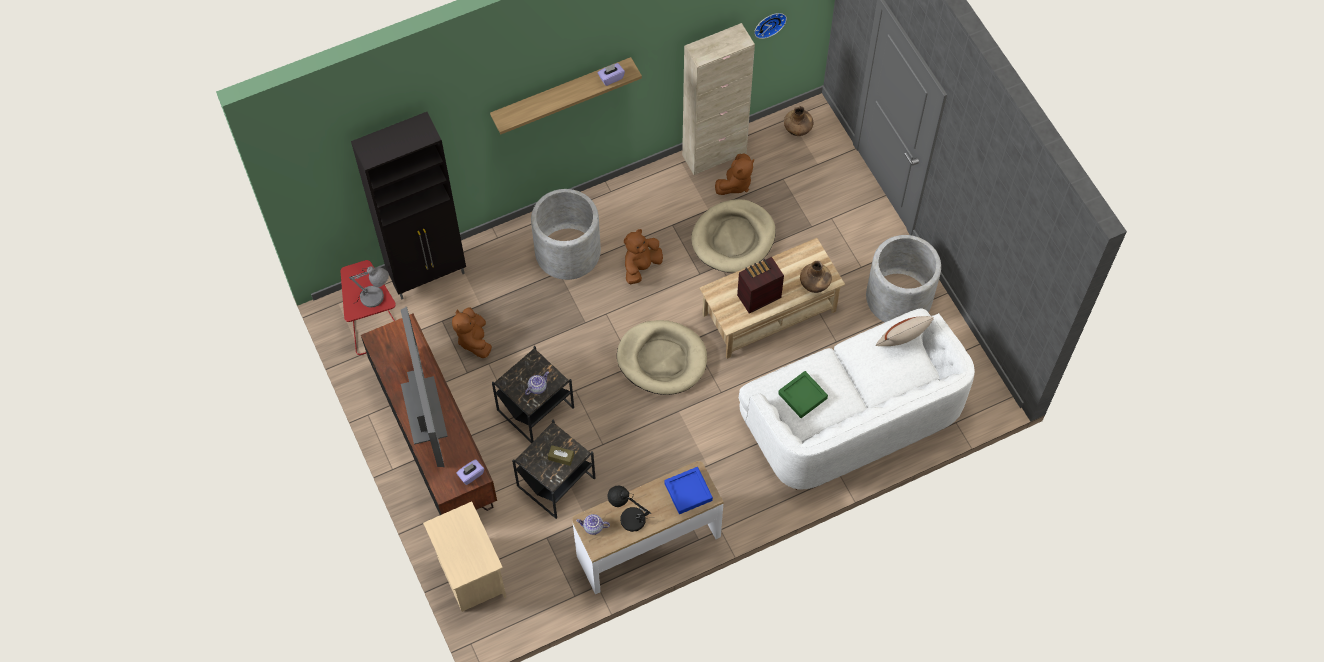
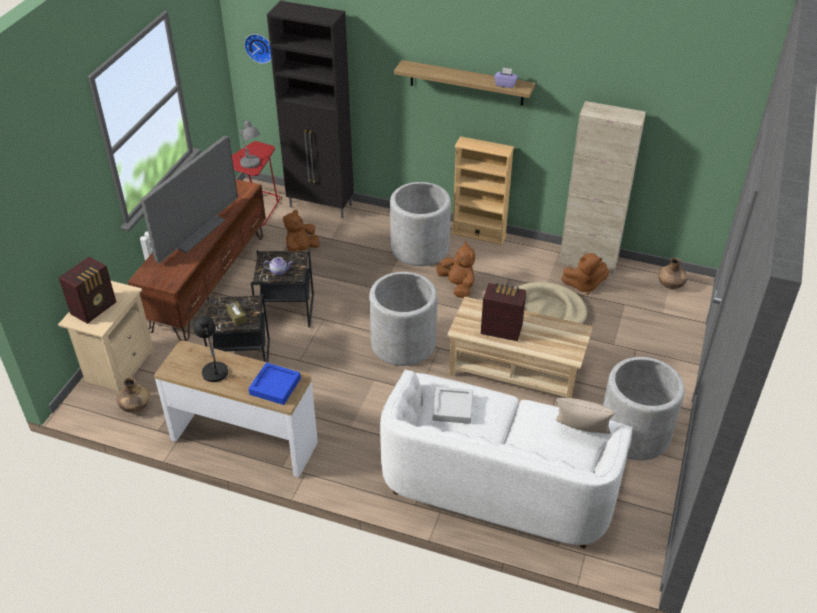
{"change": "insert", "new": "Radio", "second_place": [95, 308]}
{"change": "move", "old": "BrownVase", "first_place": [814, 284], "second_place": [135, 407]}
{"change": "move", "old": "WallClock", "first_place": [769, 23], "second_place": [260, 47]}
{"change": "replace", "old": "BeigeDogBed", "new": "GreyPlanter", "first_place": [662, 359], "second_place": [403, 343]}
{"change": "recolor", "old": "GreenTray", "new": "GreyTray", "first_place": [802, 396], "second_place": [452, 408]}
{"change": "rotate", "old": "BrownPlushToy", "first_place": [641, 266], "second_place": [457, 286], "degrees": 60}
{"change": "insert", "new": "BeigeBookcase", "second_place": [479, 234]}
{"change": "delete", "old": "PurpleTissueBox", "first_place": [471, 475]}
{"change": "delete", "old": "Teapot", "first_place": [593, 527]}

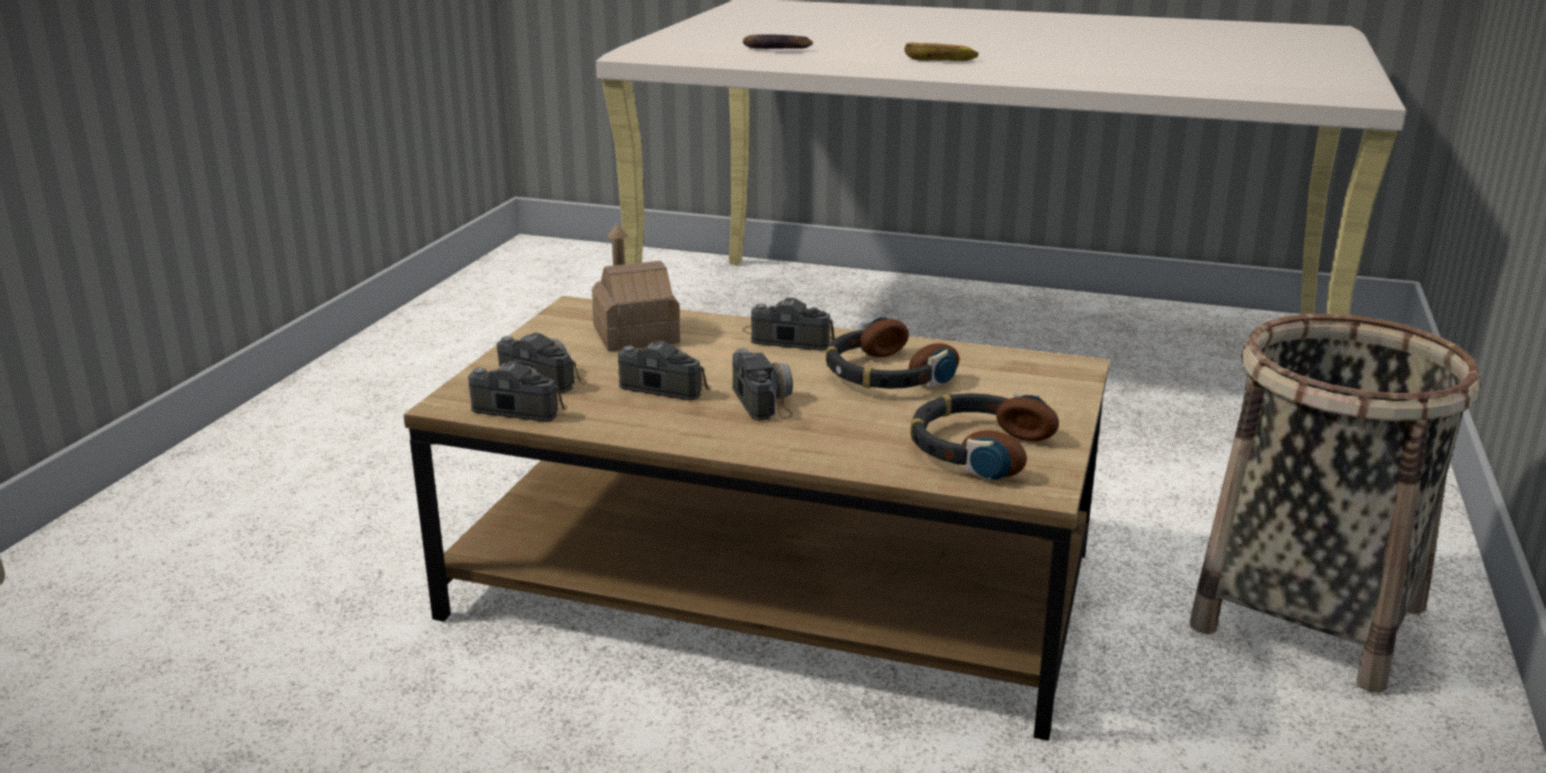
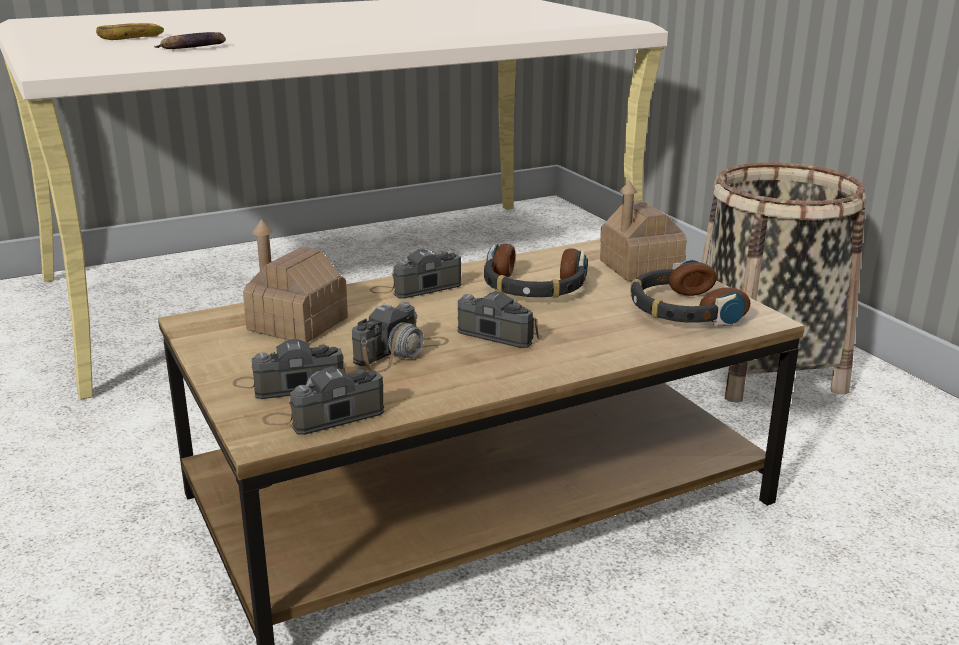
{"change": "move", "old": "Banana", "first_place": [940, 59], "second_place": [131, 37]}
{"change": "rotate", "old": "PhotoCamera", "first_place": [659, 384], "second_place": [401, 351], "degrees": 150}
{"change": "insert", "new": "ToyHouse", "second_place": [640, 267]}

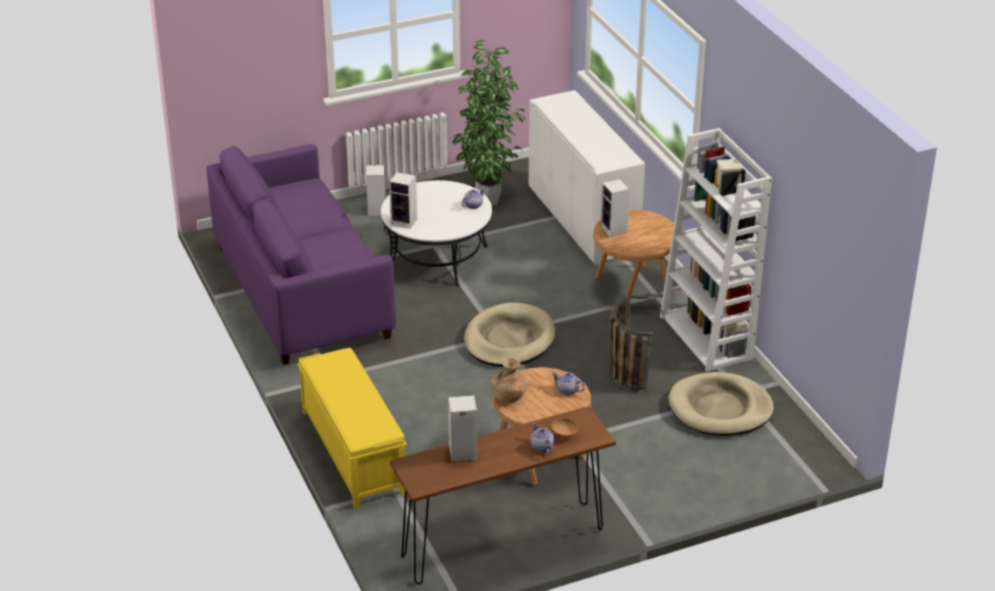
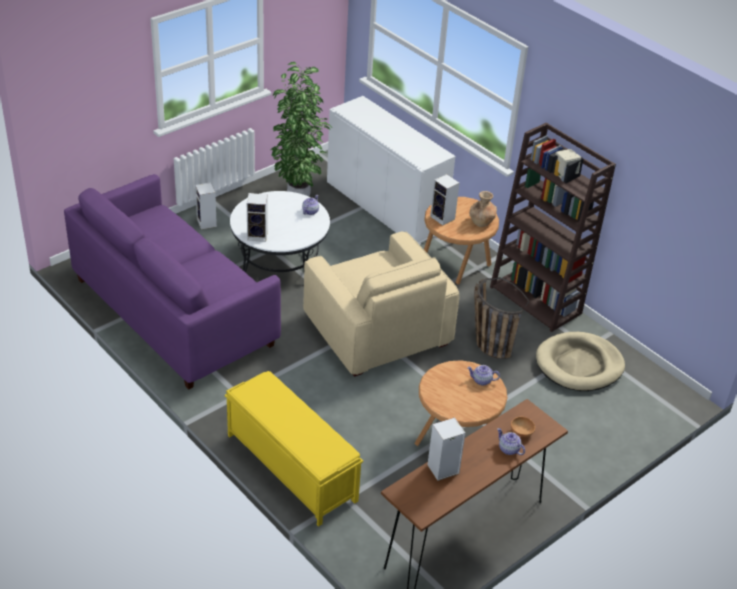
{"change": "replace", "old": "BeigeDogBed", "new": "BeigeArmchair", "first_place": [509, 340], "second_place": [377, 330]}
{"change": "move", "old": "BrownVase", "first_place": [509, 396], "second_place": [481, 221]}
{"change": "recolor", "old": "WhiteBookcase", "new": "BrownBookcase", "first_place": [707, 338], "second_place": [536, 300]}

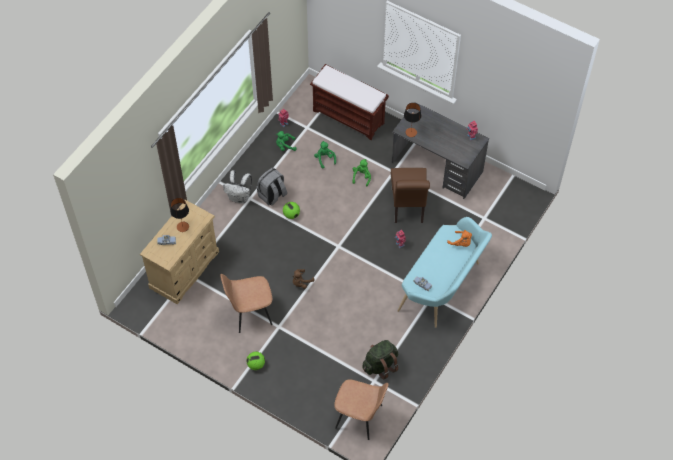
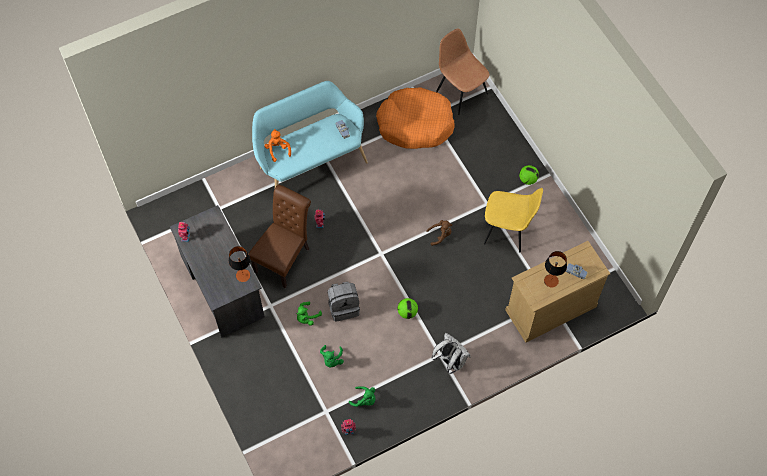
{"change": "move", "old": "GreyBackpack", "first_place": [272, 195], "second_place": [344, 307]}
{"change": "replace", "old": "GreenBackpack", "new": "OrangeDogBed", "first_place": [380, 365], "second_place": [415, 124]}
{"change": "recolor", "old": "BrownChair", "new": "YellowChair", "first_place": [249, 312], "second_place": [507, 231]}
{"change": "delete", "old": "BrownBench", "first_place": [349, 117]}

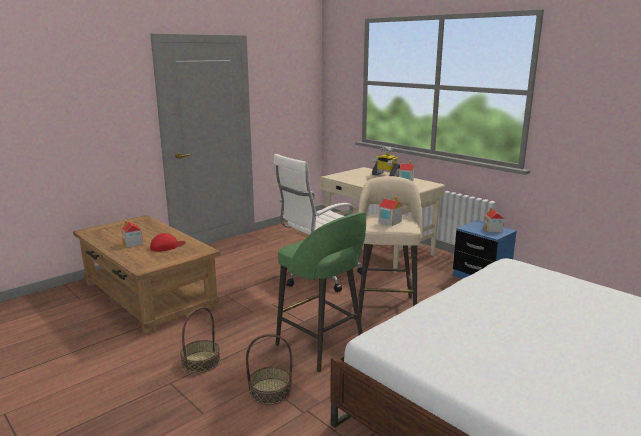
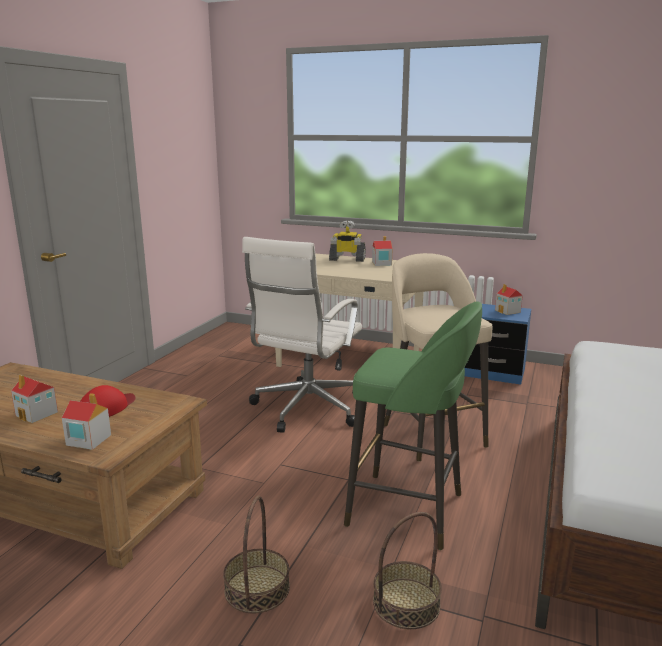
{"change": "move", "old": "ToyHouse", "first_place": [389, 222], "second_place": [88, 440]}

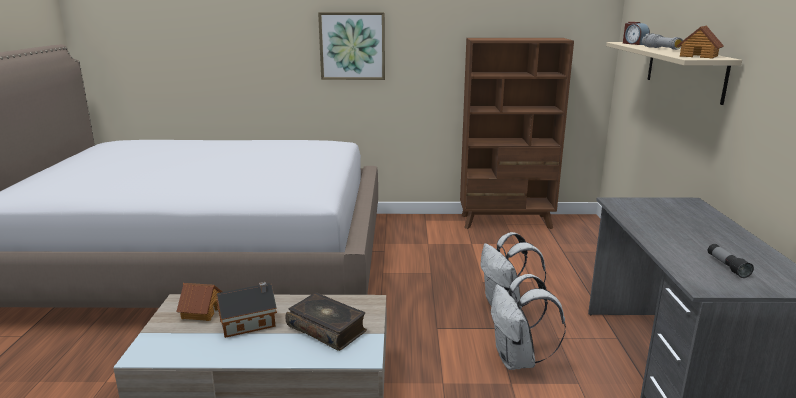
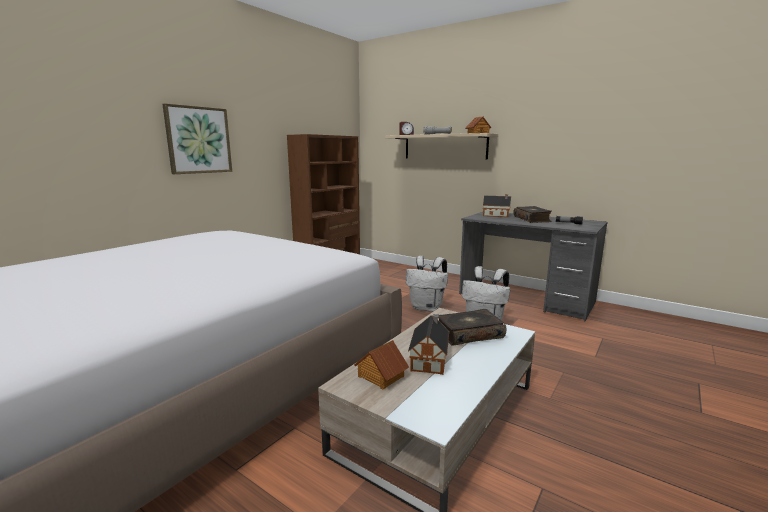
{"change": "insert", "new": "ToyHouse", "second_place": [497, 215]}
{"change": "insert", "new": "Book", "second_place": [532, 219]}

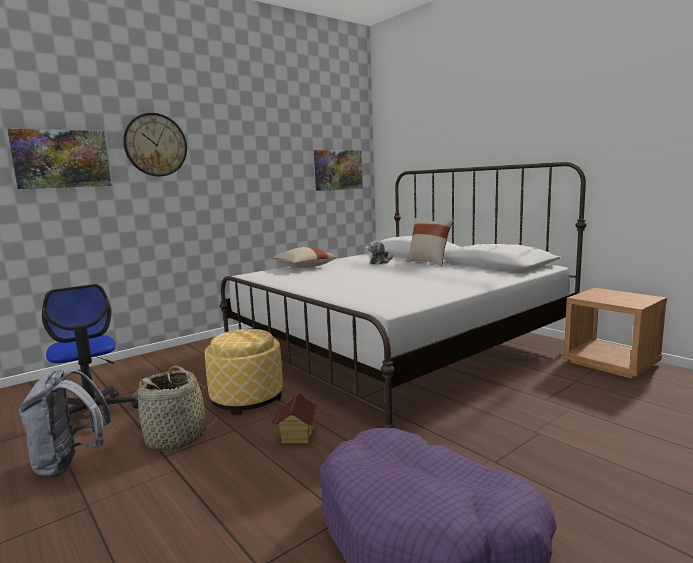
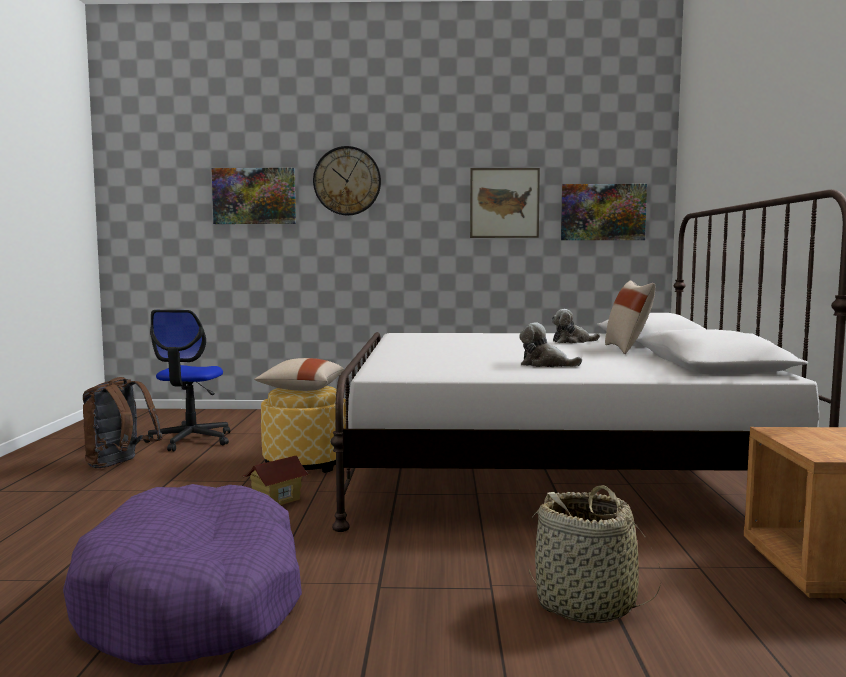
{"change": "recolor", "old": "GreyBackpack", "new": "BrownBackpack", "first_place": [70, 463], "second_place": [119, 465]}
{"change": "move", "old": "BeigePillow", "first_place": [304, 267], "second_place": [301, 389]}
{"change": "insert", "new": "Picture", "second_place": [504, 203]}
{"change": "insert", "new": "PlushToy", "second_place": [545, 365]}
{"change": "move", "old": "Basket", "first_place": [176, 438], "second_place": [586, 604]}

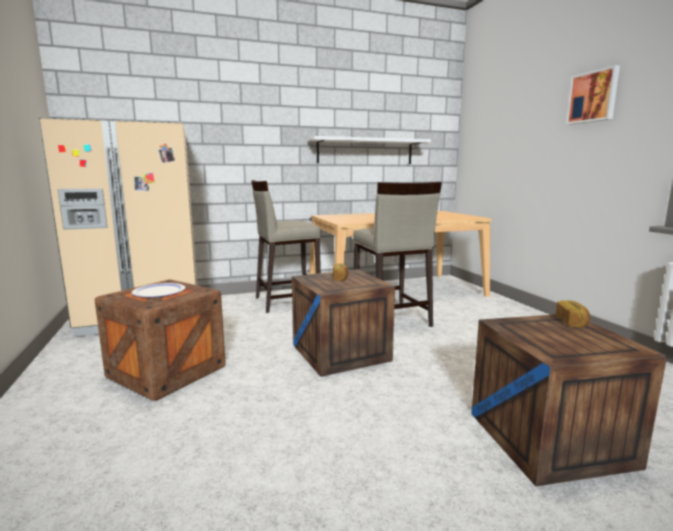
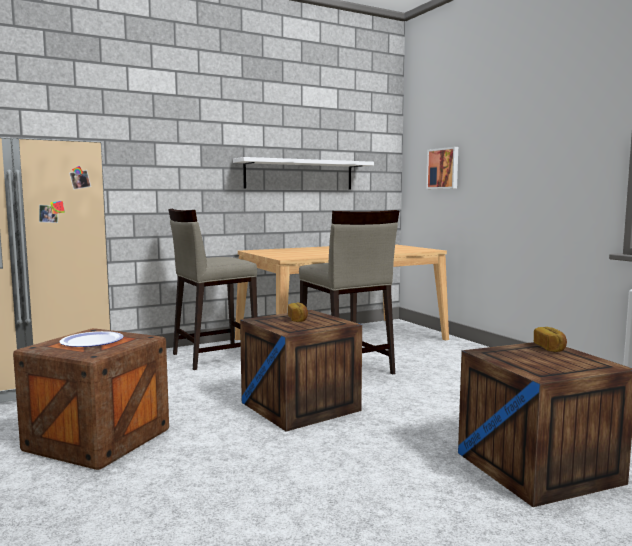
{"change": "move", "old": "Picture", "first_place": [593, 97], "second_place": [443, 168]}

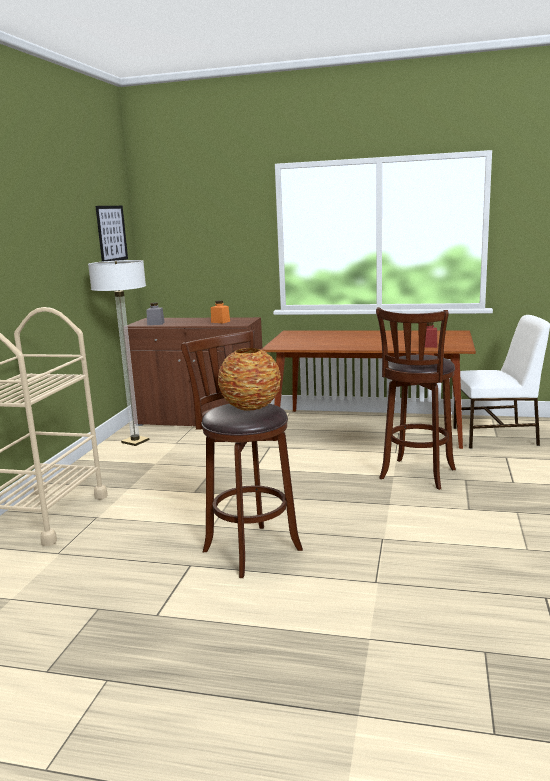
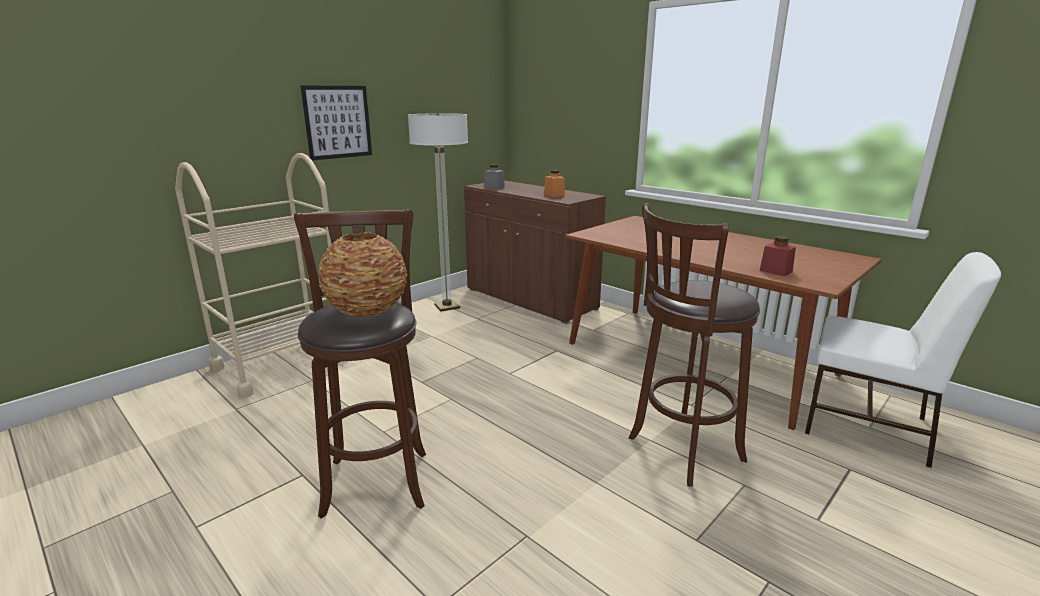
{"change": "move", "old": "Picture", "first_place": [111, 233], "second_place": [338, 122]}

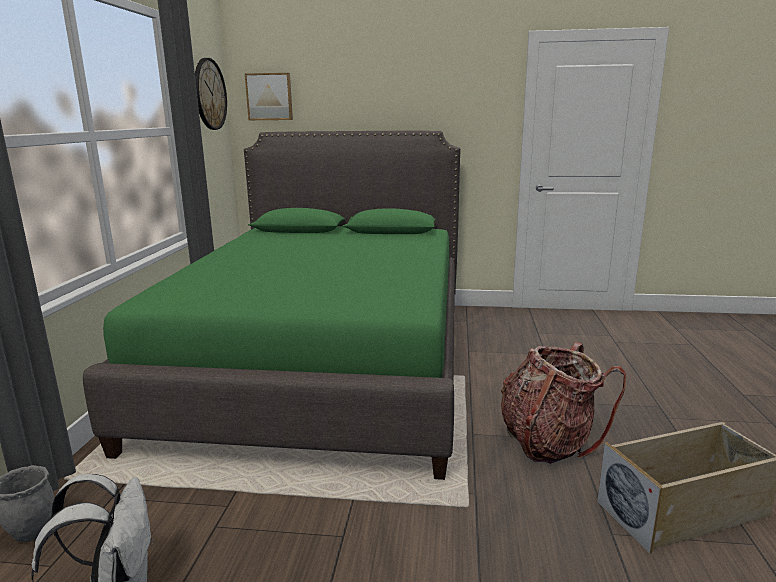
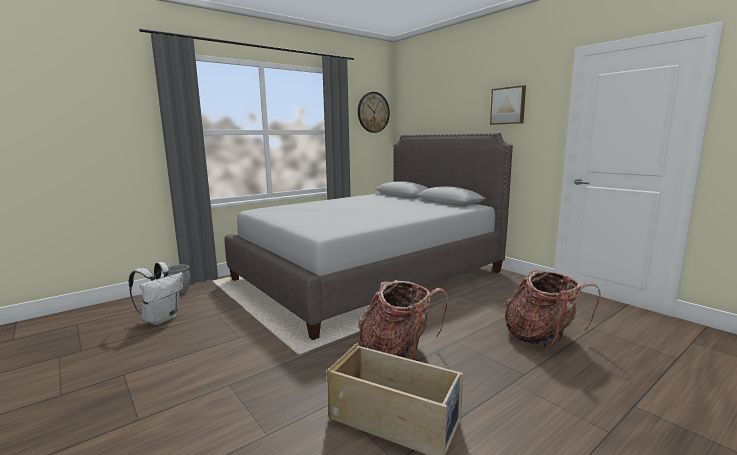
{"change": "recolor", "old": "GreenBed", "new": "GreyBed", "first_place": [325, 363], "second_place": [369, 275]}
{"change": "move", "old": "Picture", "first_place": [269, 97], "second_place": [508, 106]}
{"change": "insert", "new": "Backpack", "second_place": [542, 338]}

